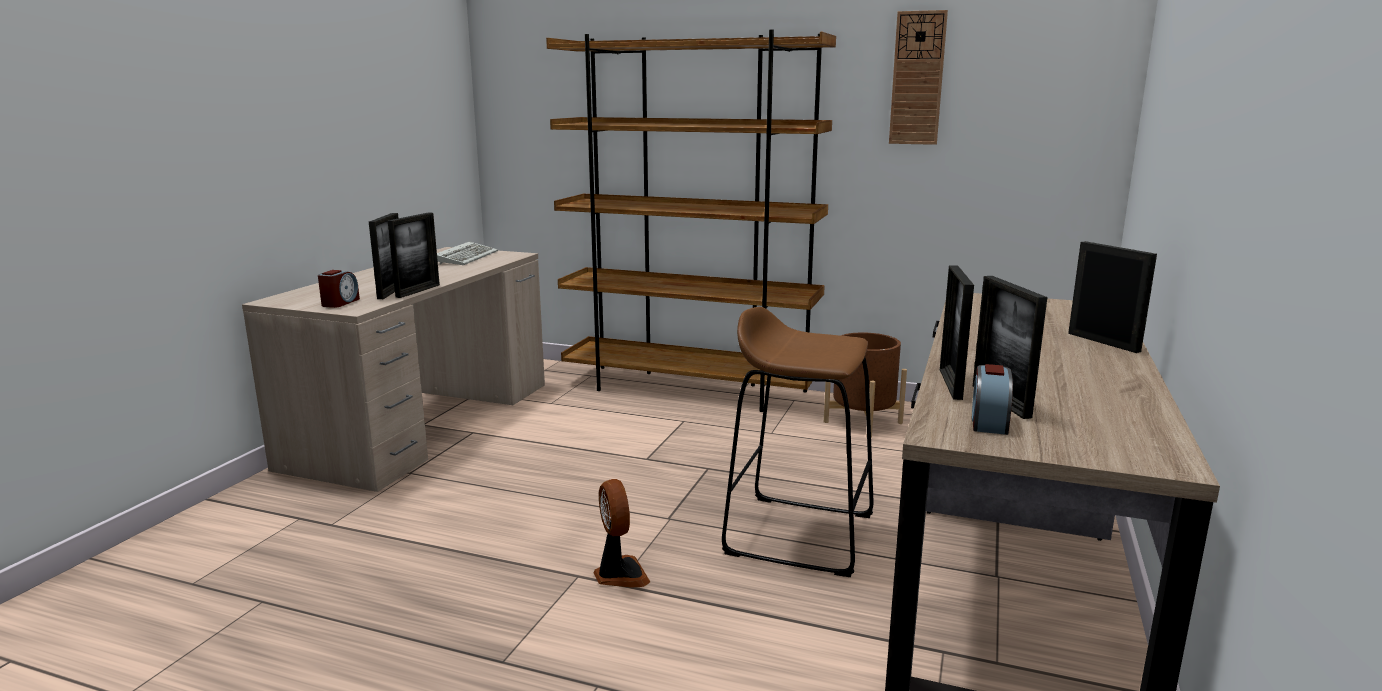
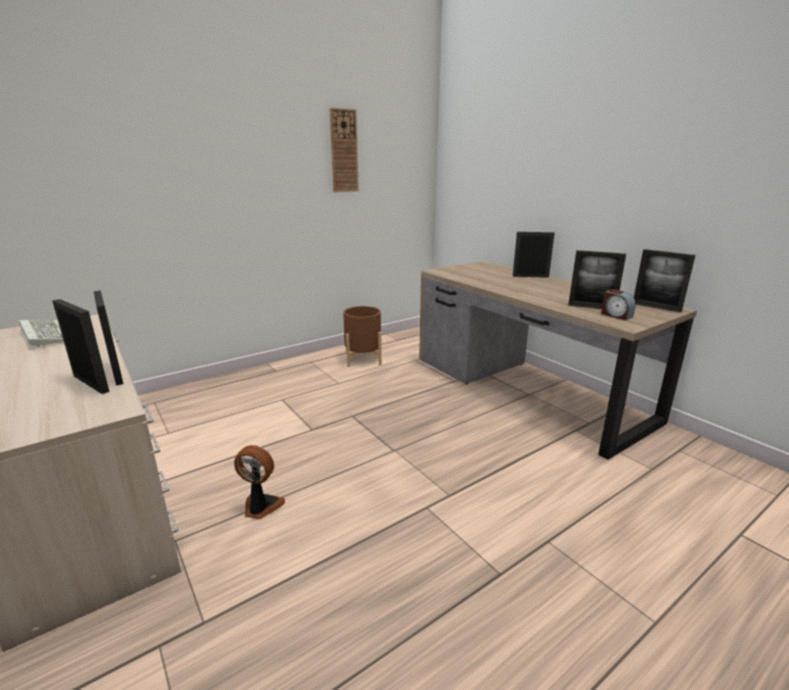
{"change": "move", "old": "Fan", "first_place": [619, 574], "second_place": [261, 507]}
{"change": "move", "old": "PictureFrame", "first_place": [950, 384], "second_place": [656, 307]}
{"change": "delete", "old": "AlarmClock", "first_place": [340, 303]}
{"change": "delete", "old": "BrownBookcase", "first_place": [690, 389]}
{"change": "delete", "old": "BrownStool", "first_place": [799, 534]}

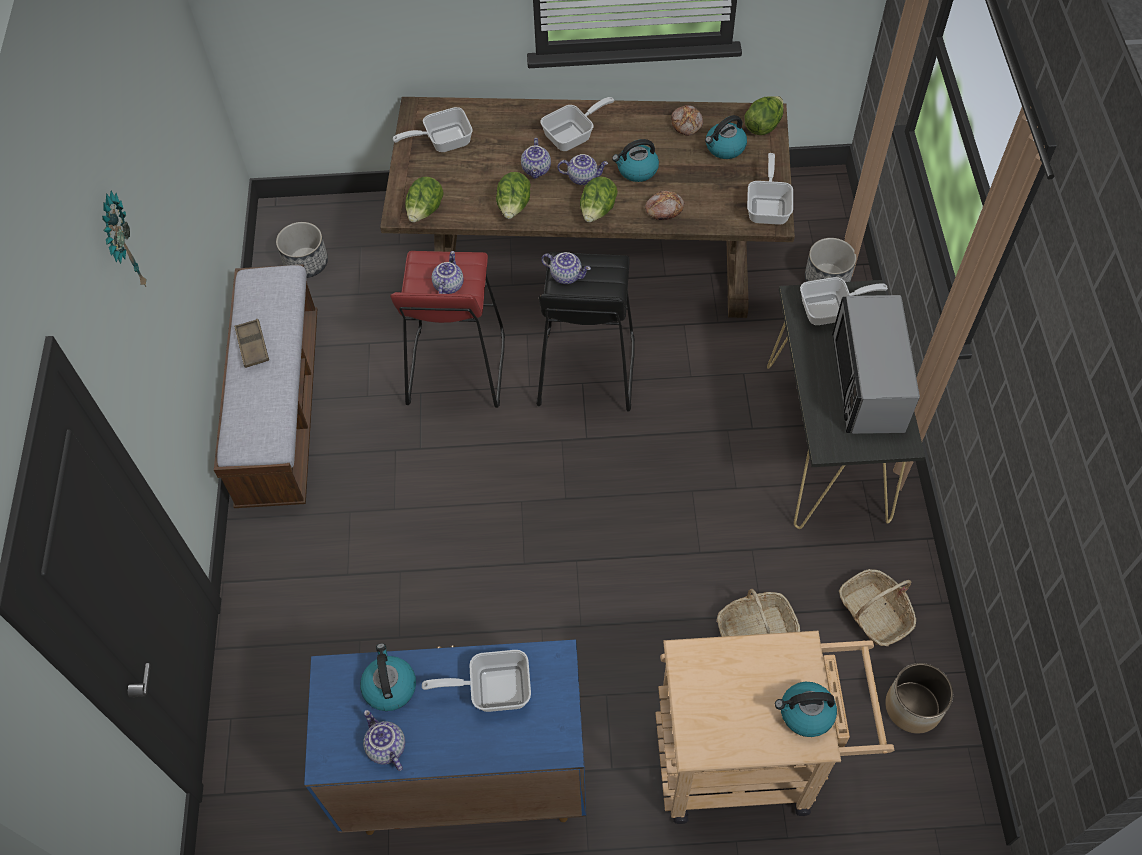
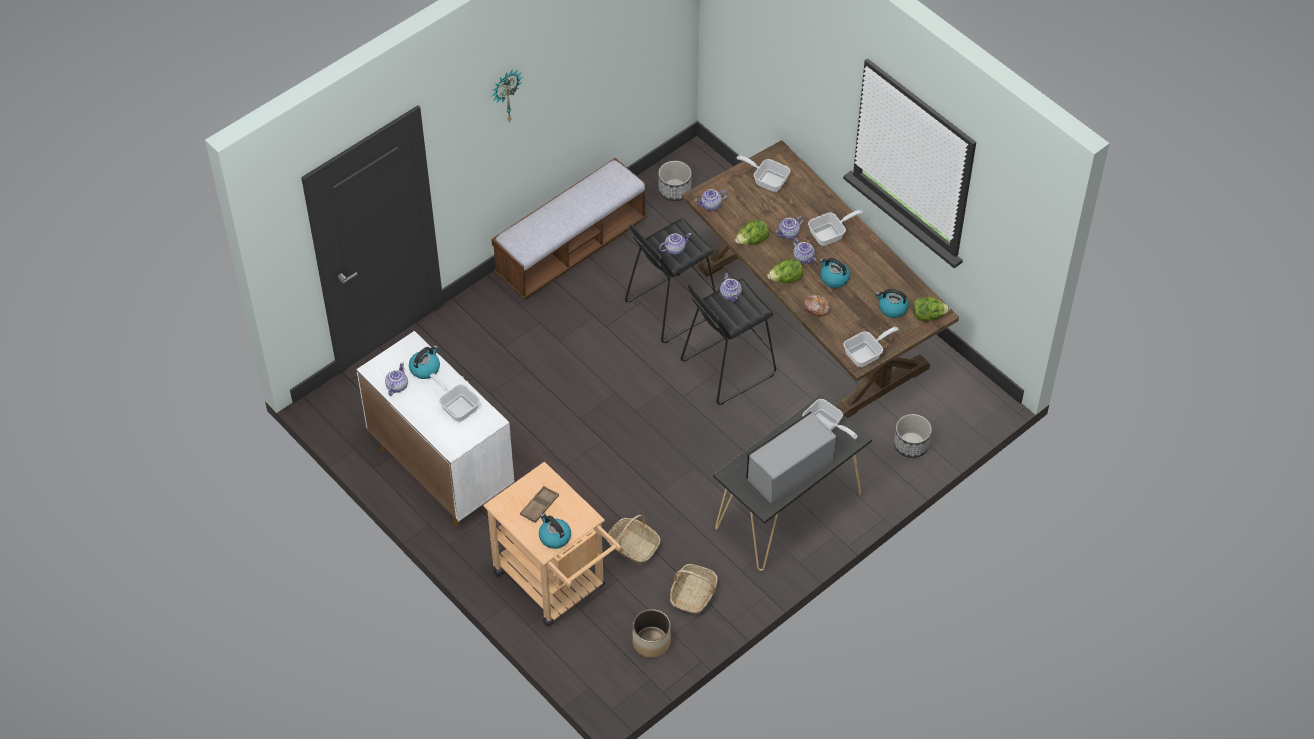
{"change": "recolor", "old": "BlueCabinet", "new": "WhiteCabinet", "first_place": [464, 778], "second_place": [441, 470]}
{"change": "move", "old": "BrownTray", "first_place": [252, 346], "second_place": [539, 506]}
{"change": "recolor", "old": "RedStool", "new": "BlackStool", "first_place": [455, 369], "second_place": [670, 307]}
{"change": "replace", "old": "Lettuce", "new": "Teapot", "first_place": [425, 211], "second_place": [711, 205]}
{"change": "rotate", "old": "FryingPan", "first_place": [573, 136], "second_place": [830, 234], "degrees": -45}
{"change": "delete", "old": "Bread", "first_place": [687, 124]}

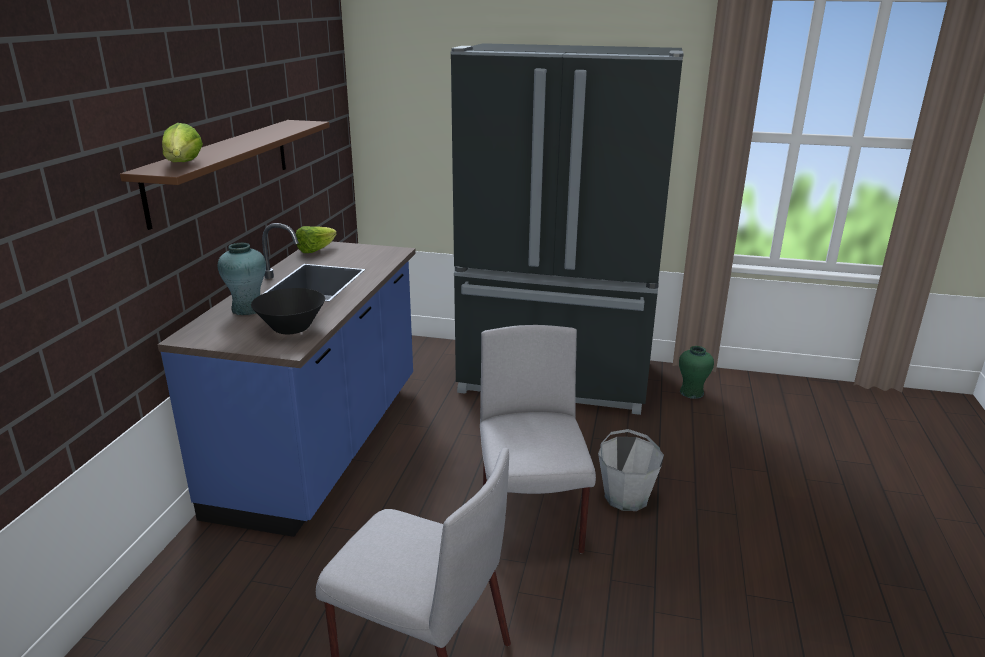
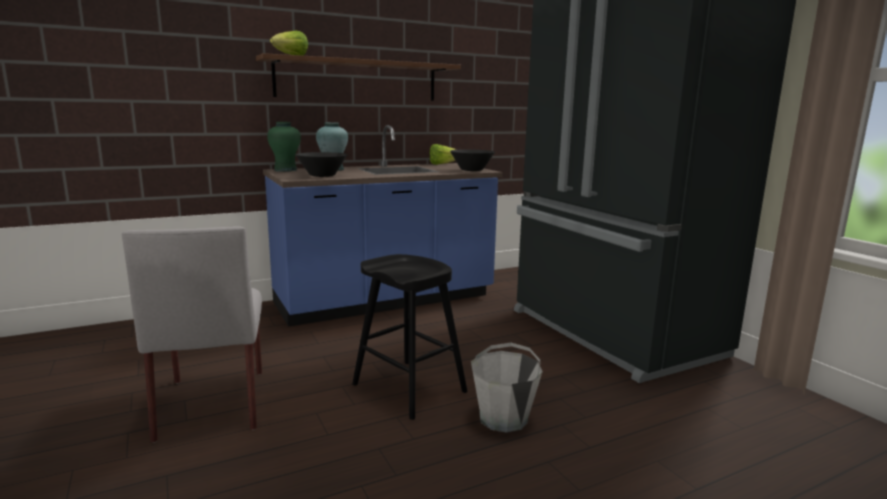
{"change": "move", "old": "GreenVase", "first_place": [691, 393], "second_place": [285, 170]}
{"change": "replace", "old": "GreyChair", "new": "BlackStool", "first_place": [531, 519], "second_place": [409, 388]}
{"change": "insert", "new": "BlackBowl", "second_place": [471, 170]}

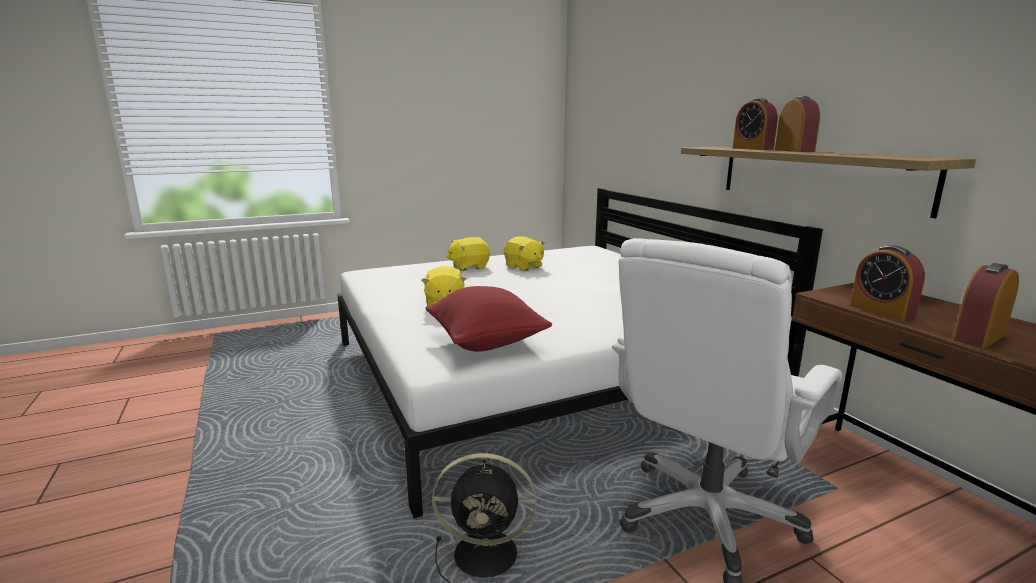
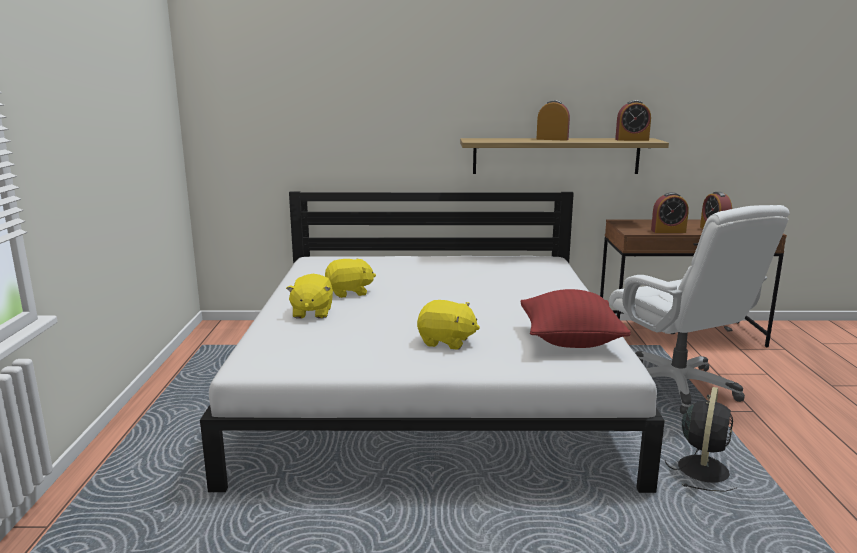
{"change": "move", "old": "AlarmClock", "first_place": [752, 149], "second_place": [632, 139]}

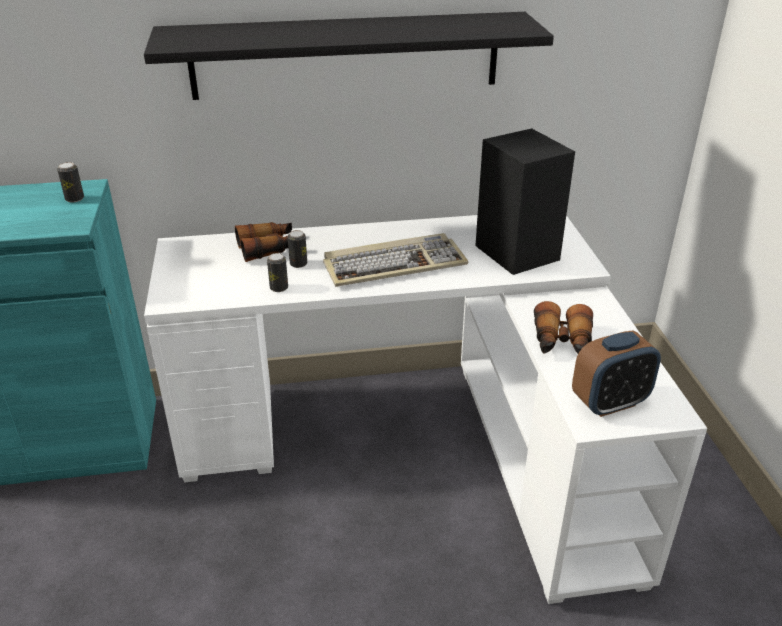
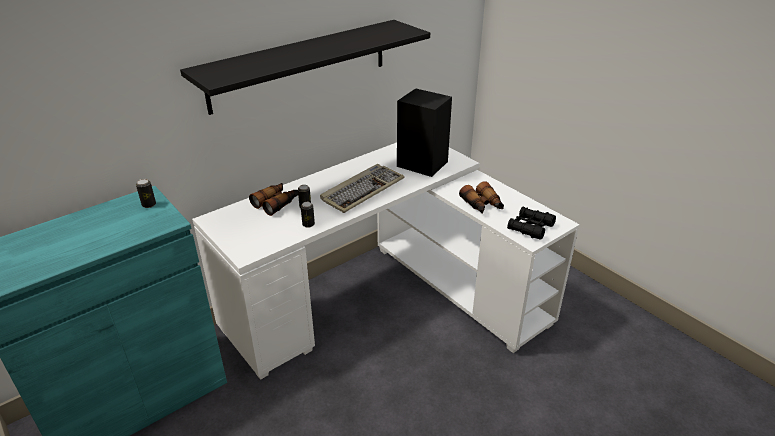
{"change": "replace", "old": "AlarmClock", "new": "BlackBinoculars", "first_place": [610, 403], "second_place": [530, 227]}

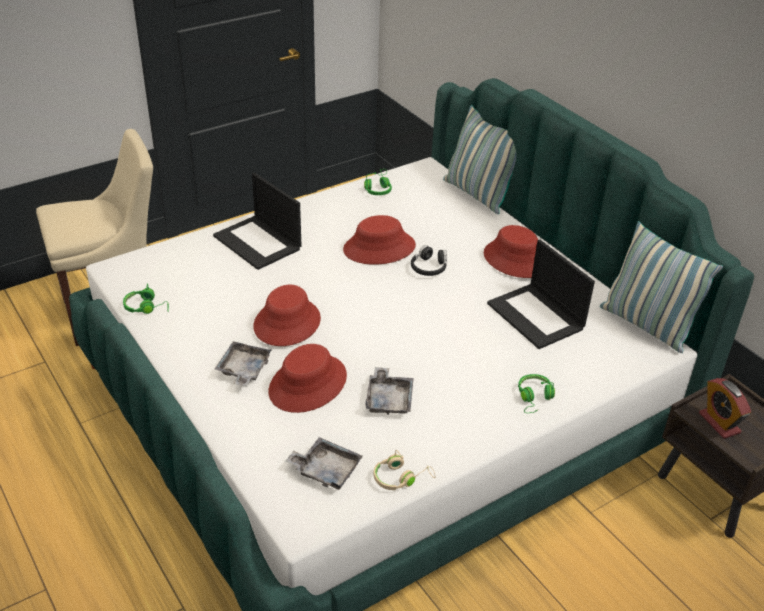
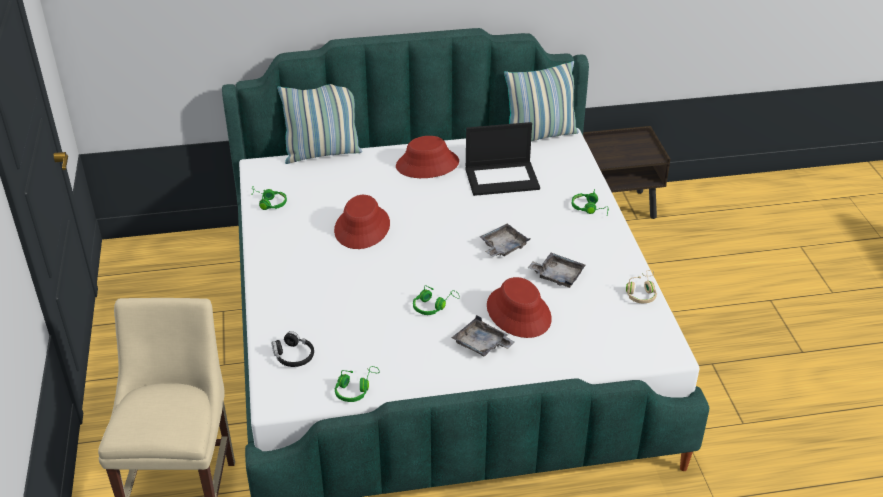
{"change": "move", "old": "BlackHeadphones", "first_place": [429, 267], "second_place": [293, 356]}
{"change": "replace", "old": "RedHat", "new": "GreenHeadphones", "first_place": [287, 323], "second_place": [433, 306]}
{"change": "move", "old": "GreyTray", "first_place": [326, 470], "second_place": [503, 247]}
{"change": "delete", "old": "Laptop", "first_place": [258, 242]}
{"change": "delete", "old": "AlarmClock", "first_place": [719, 423]}

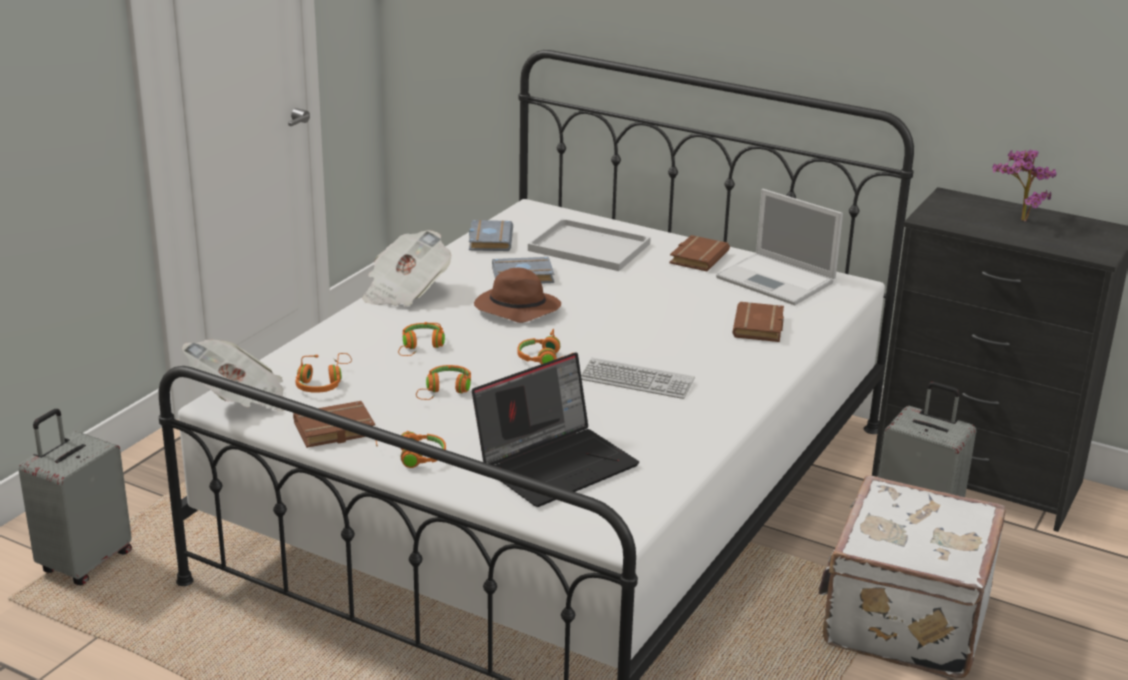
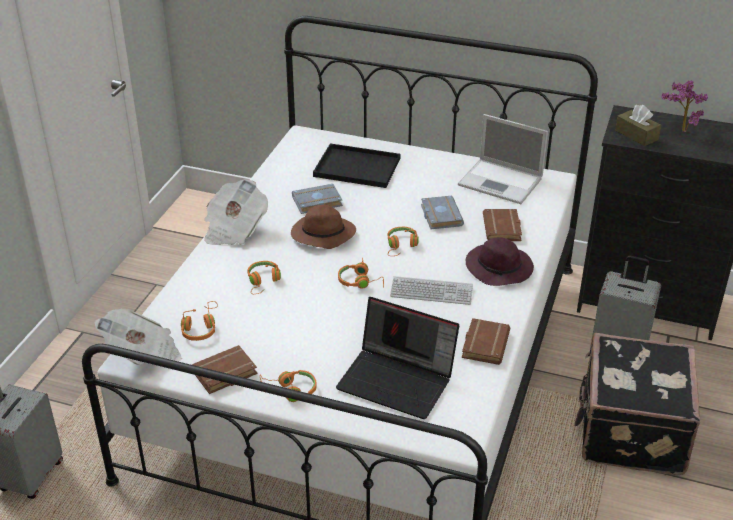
{"change": "recolor", "old": "WhiteTray", "new": "BlackTray", "first_place": [591, 247], "second_place": [359, 167]}
{"change": "rotate", "old": "Laptop", "first_place": [556, 463], "second_place": [398, 380], "degrees": 75}
{"change": "move", "old": "OrangeHeadphones", "first_place": [445, 390], "second_place": [401, 246]}
{"change": "move", "old": "GreyBook", "first_place": [488, 240], "second_place": [439, 215]}
{"change": "move", "old": "BrownBook", "first_place": [697, 257], "second_place": [484, 344]}
{"change": "insert", "new": "PurpleHat", "second_place": [500, 268]}
{"change": "recolor", "old": "WhiteSuitcase", "new": "BlackSuitcase", "first_place": [903, 619], "second_place": [629, 431]}
{"change": "insert", "new": "BrownTissueBox", "second_place": [636, 135]}

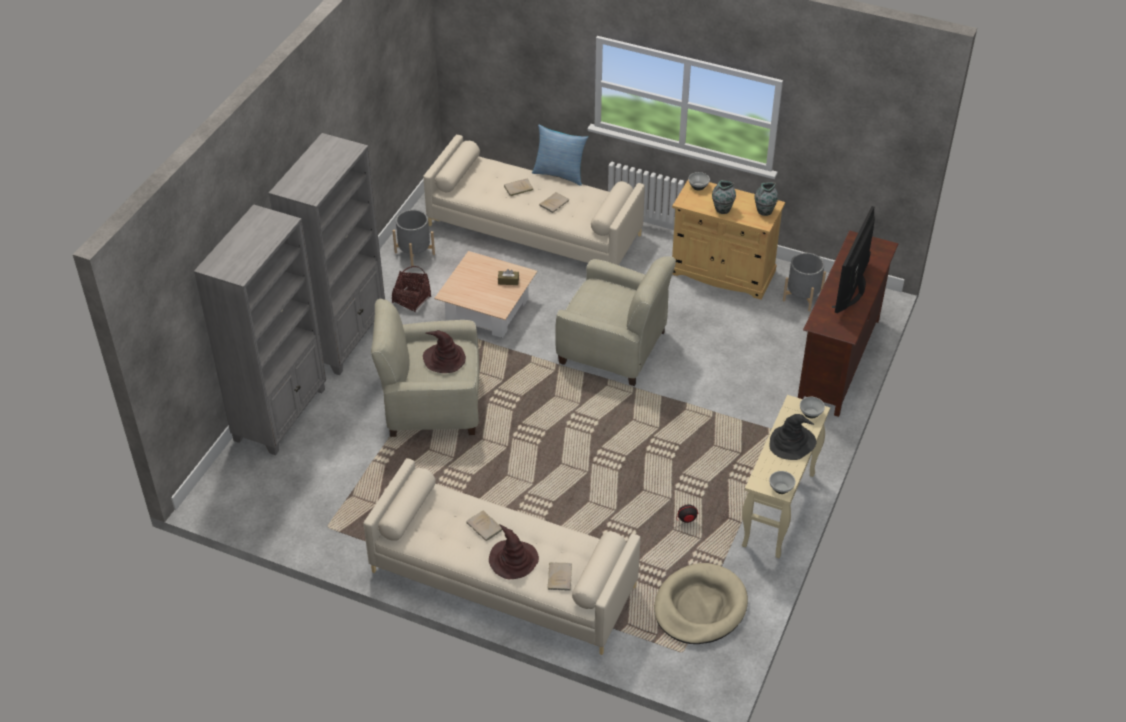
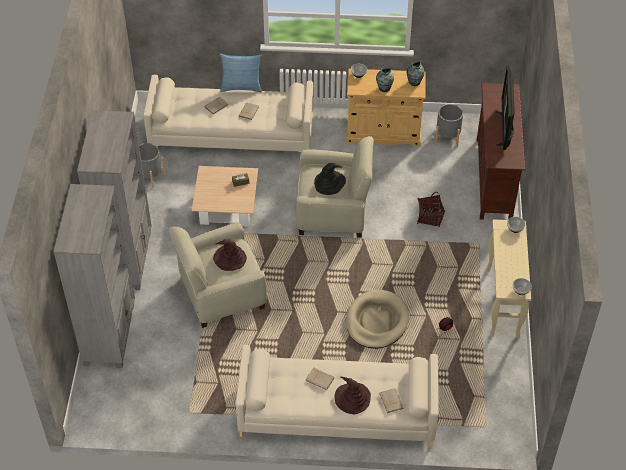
{"change": "move", "old": "BlackHat", "first_place": [792, 443], "second_place": [329, 183]}
{"change": "move", "old": "BeigeDogBed", "first_place": [700, 607], "second_place": [376, 321]}
{"change": "move", "old": "Basket", "first_place": [412, 300], "second_place": [429, 217]}

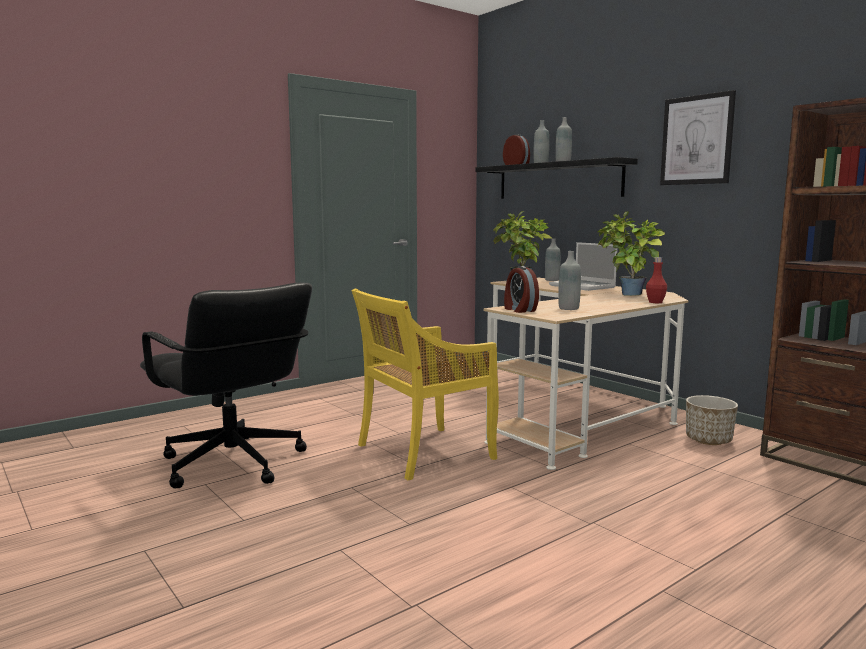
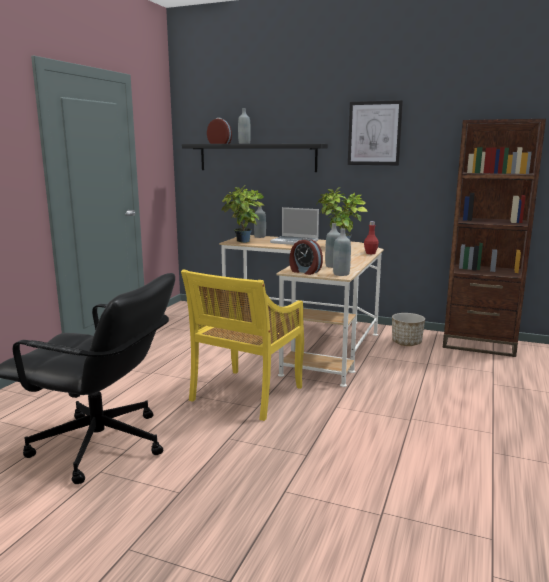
{"change": "move", "old": "GreyBottle", "first_place": [563, 162], "second_place": [341, 274]}

